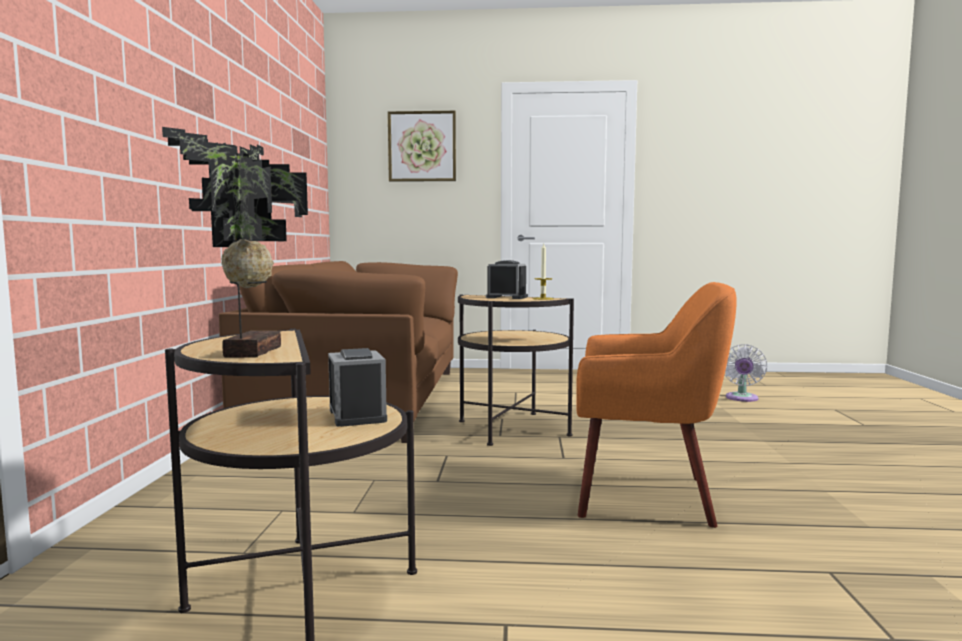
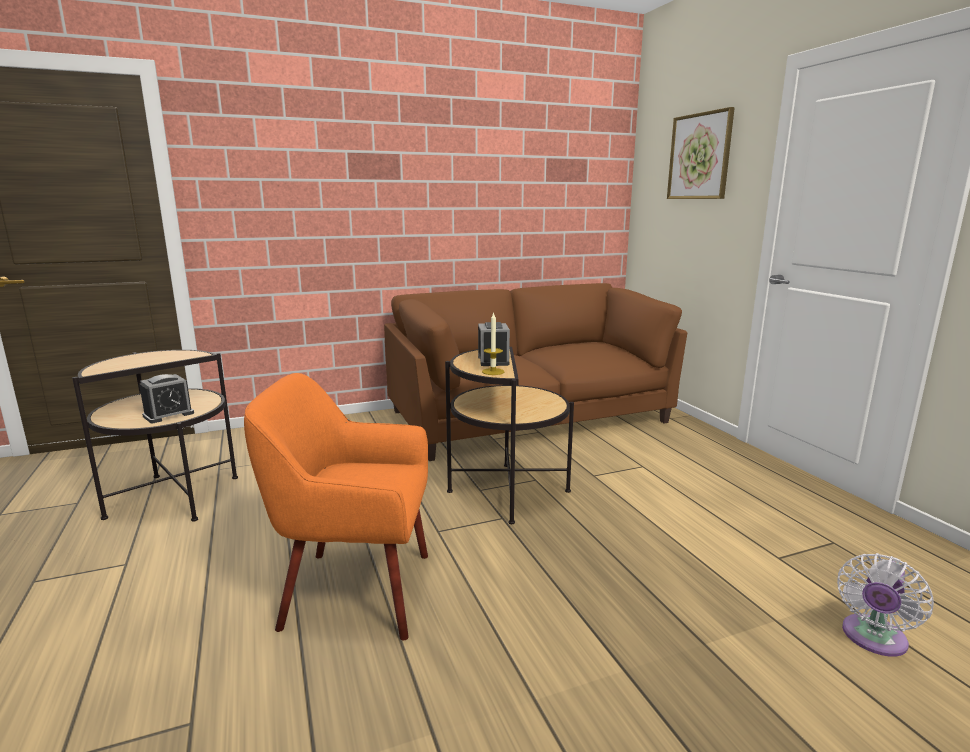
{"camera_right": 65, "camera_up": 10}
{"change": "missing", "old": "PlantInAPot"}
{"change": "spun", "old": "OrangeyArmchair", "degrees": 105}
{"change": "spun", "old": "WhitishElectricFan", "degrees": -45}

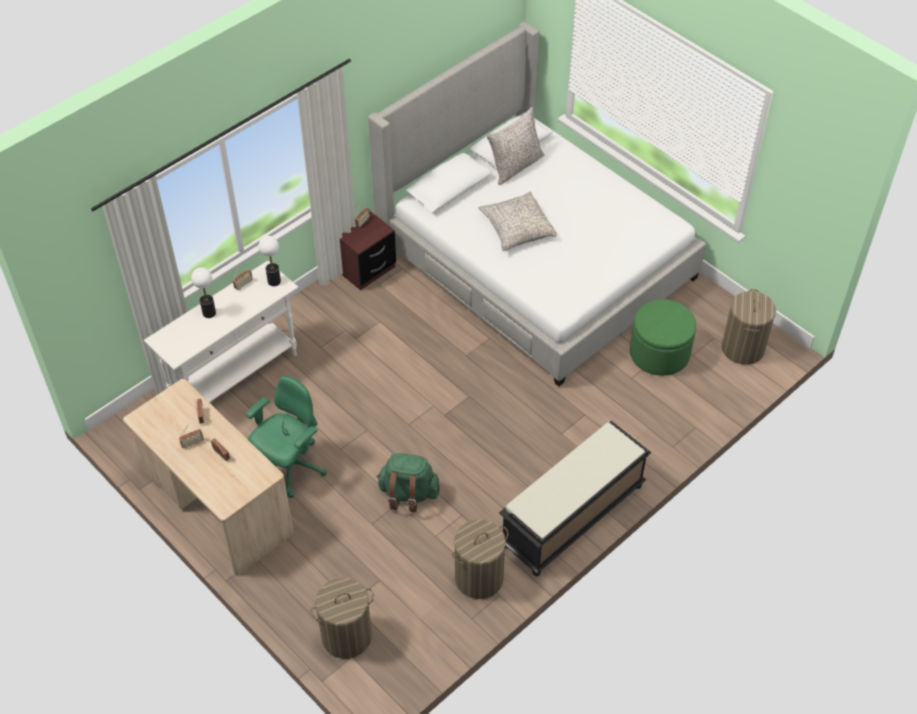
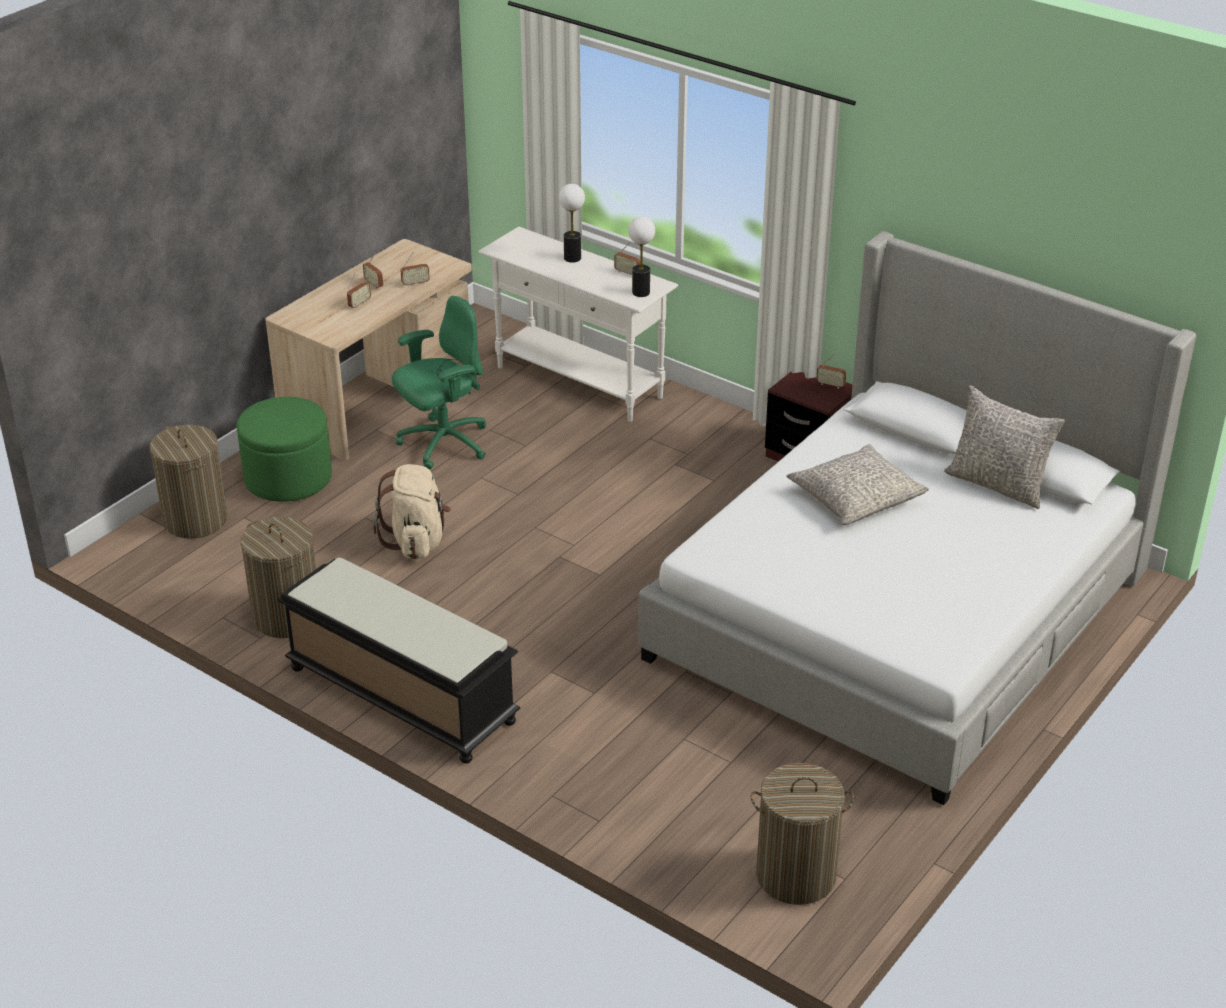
{"camera_right": 80, "camera_up": -15}
{"change": "spun", "old": "GreenDeskChair", "degrees": -60}
{"change": "colour", "old": "GreenKnapsack", "new": "BeigeKnapsack"}
{"change": "relocated", "old": "GreenPouffe"}

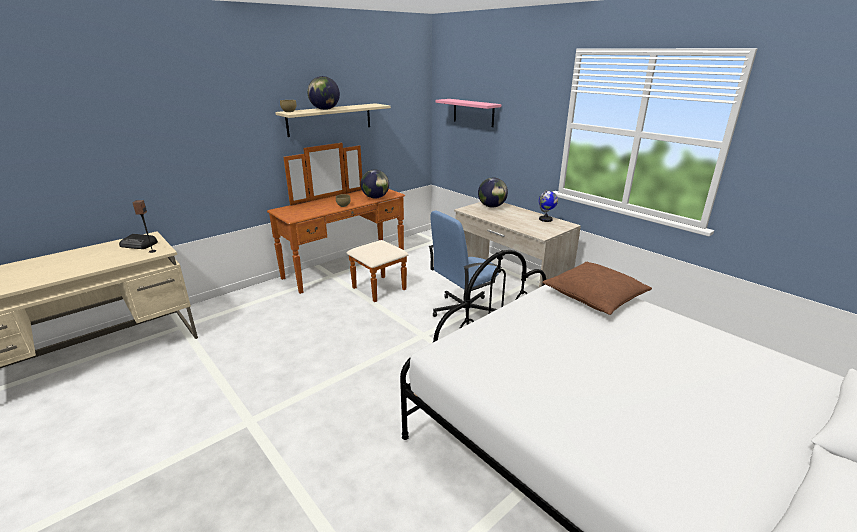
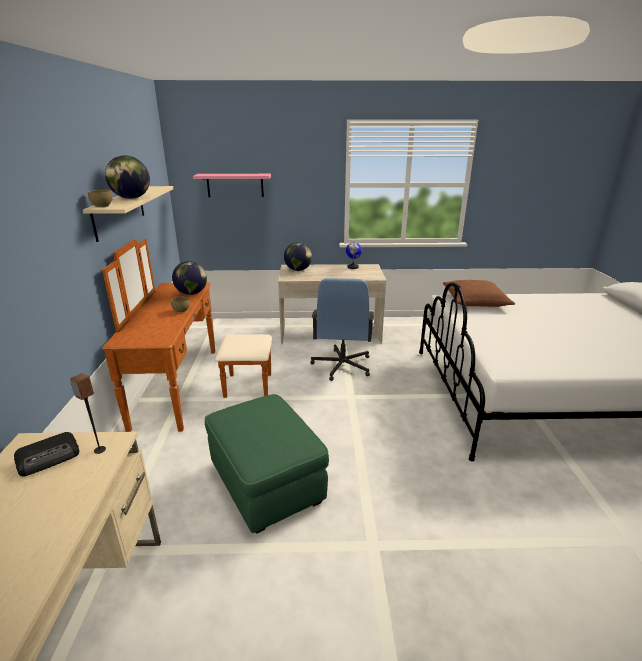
{"camera_right": -50, "camera_up": 0}
{"change": "appeared", "new": "GreenPouffe"}

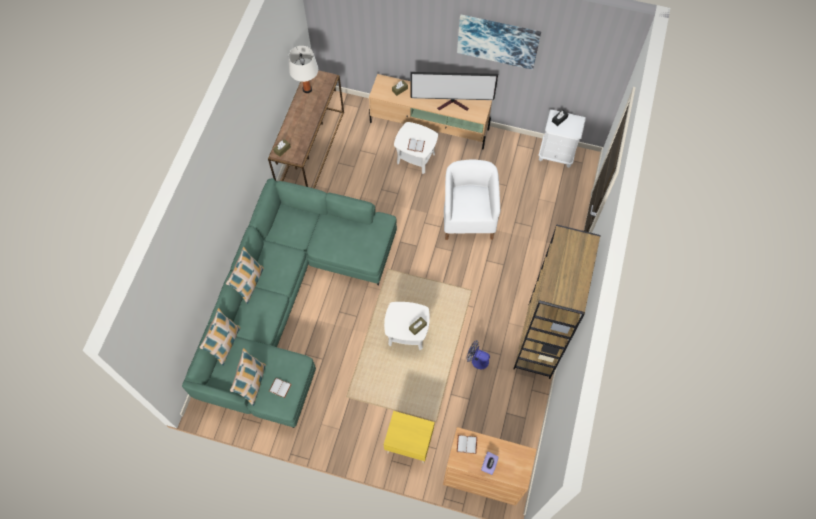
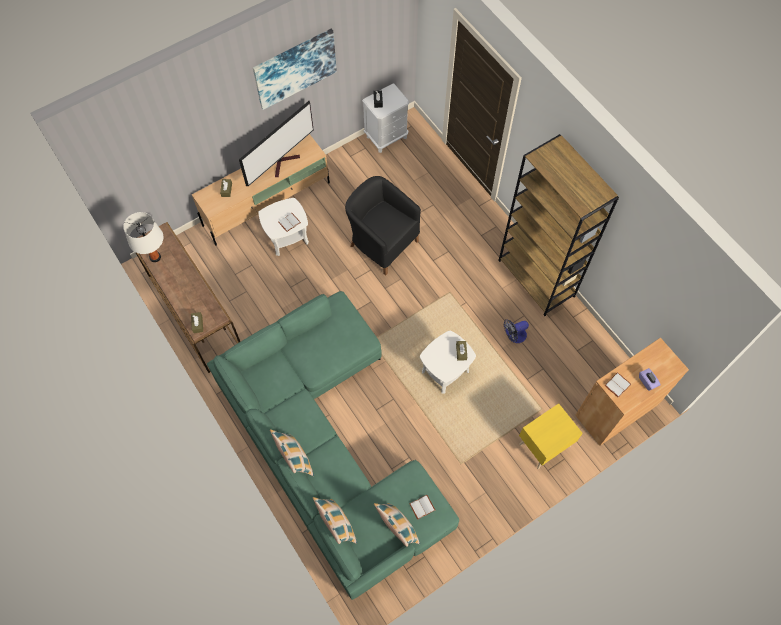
{"camera_right": -50, "camera_up": 0}
{"change": "colour", "old": "WhitishArmchair", "new": "BlackArmchair"}

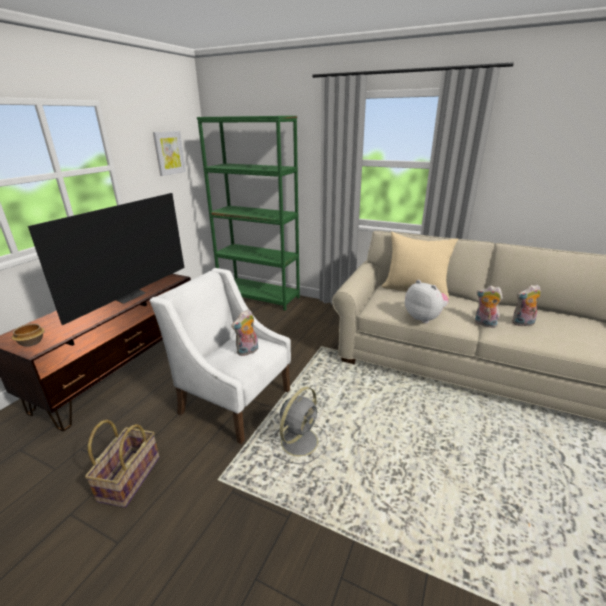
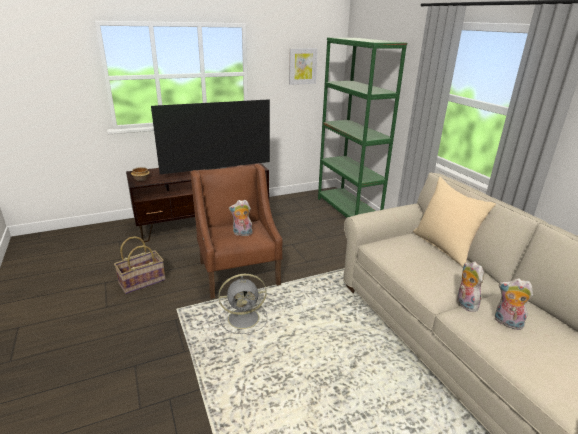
{"camera_right": 40, "camera_up": 0}
{"change": "colour", "old": "WhitishArmchair", "new": "BrownArmchair"}
{"change": "missing", "old": "SoftToy (no. 2 from left)"}

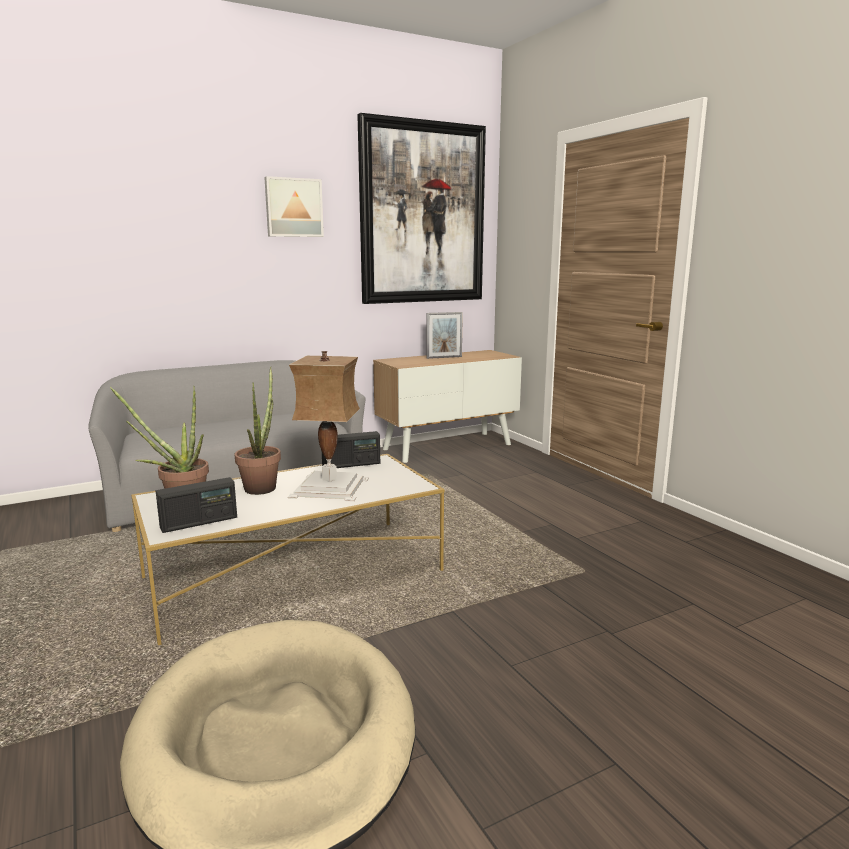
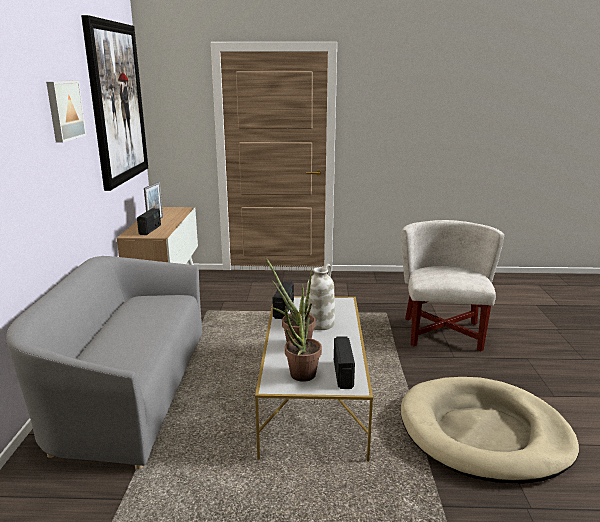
{"camera_right": -60, "camera_up": 5}
{"change": "exchanged", "old": "TabletopLamp", "new": "WhitishFlowerVase"}
{"change": "appeared", "new": "RadioReceiver (no. 1 from left)"}
{"change": "appeared", "new": "WhitishArmchair"}

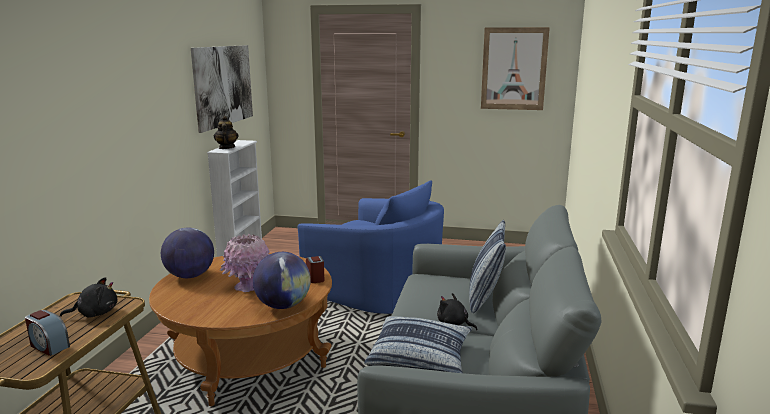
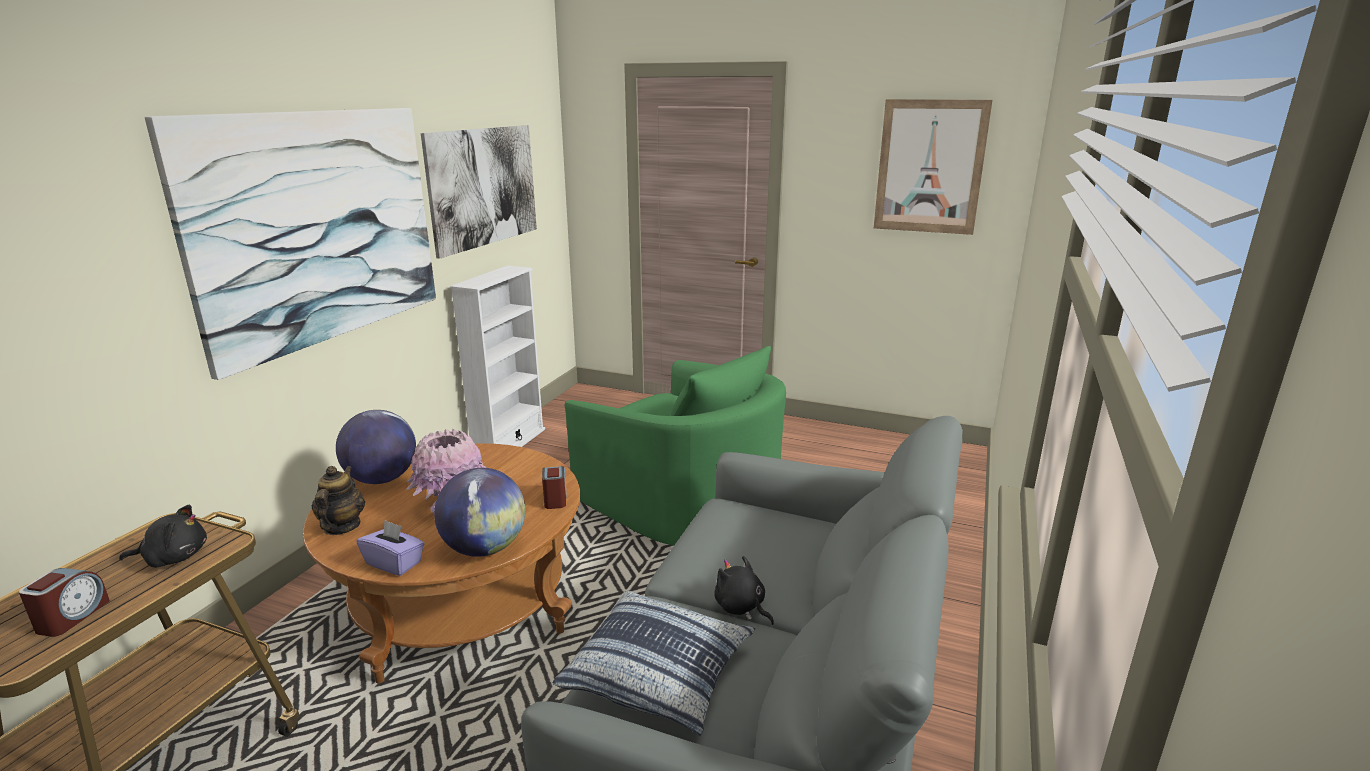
{"camera_right": 10, "camera_up": 5}
{"change": "spun", "old": "BedsideClock (no. 1 from left)", "degrees": -120}
{"change": "relocated", "old": "TeaPot"}
{"change": "colour", "old": "BlueArmchair", "new": "GreenArmchair"}
{"change": "missing", "old": "ThrowPillow (no. 2 from left)"}
{"change": "appeared", "new": "Picture (no. 1 from left)"}
{"change": "appeared", "new": "PurpleColouredTissueBox"}

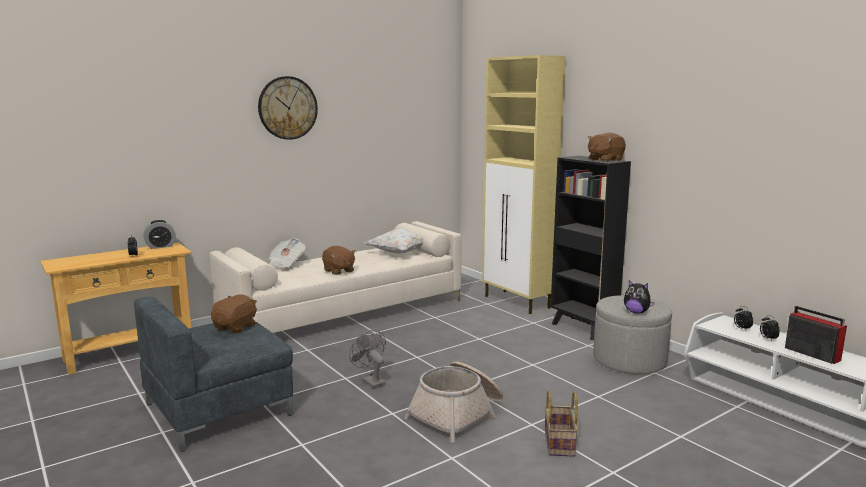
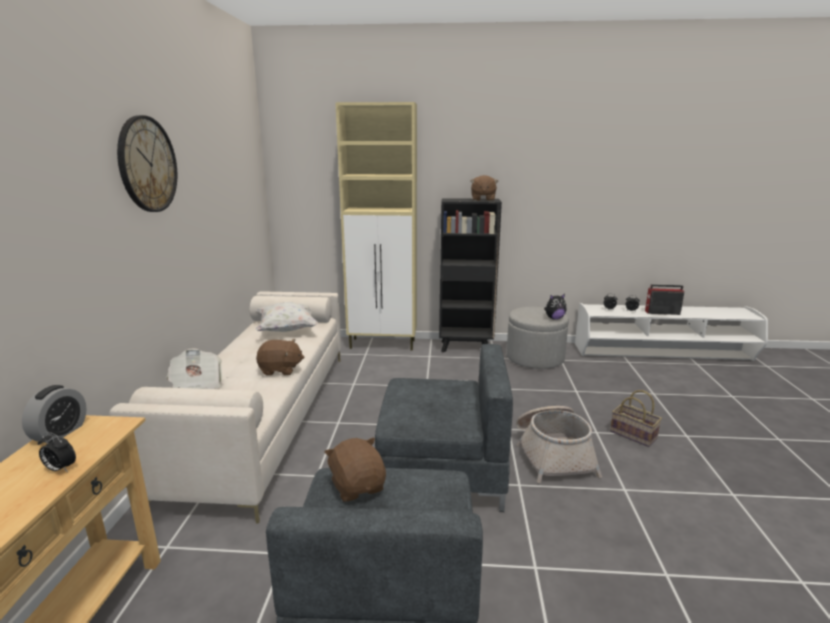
{"camera_right": -50, "camera_up": 5}
{"change": "exchanged", "old": "GrayElectricFan", "new": "GrayArmchair (no. 2 from left)"}

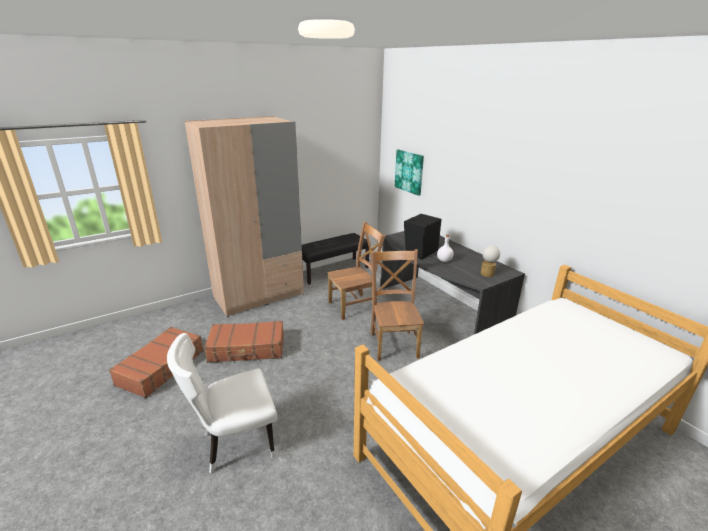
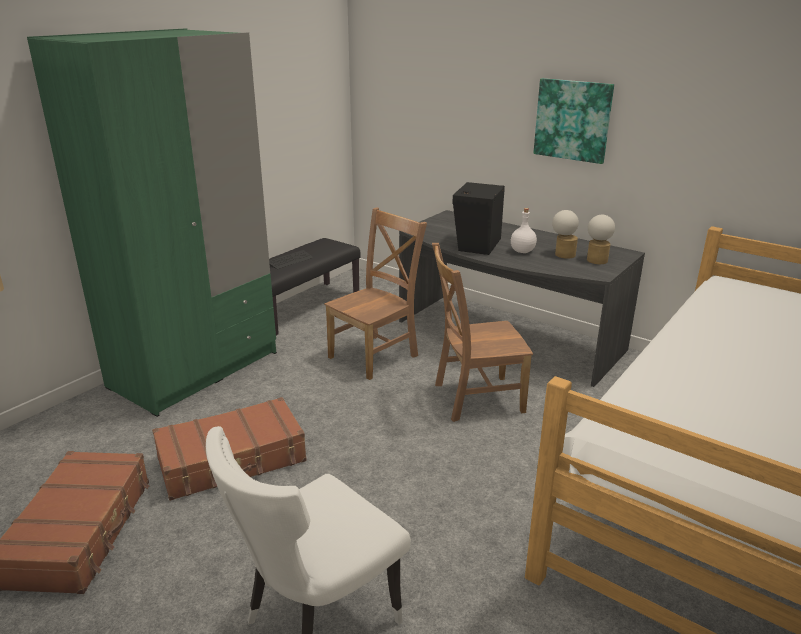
{"camera_right": -20, "camera_up": 0}
{"change": "colour", "old": "BeigeClothesCupboard", "new": "GreenClothesCupboard"}
{"change": "spun", "old": "BrownUprightChair (no. 2 from left)", "degrees": -75}
{"change": "relocated", "old": "Picture"}
{"change": "appeared", "new": "TabletopLamp (no. 1 from left)"}

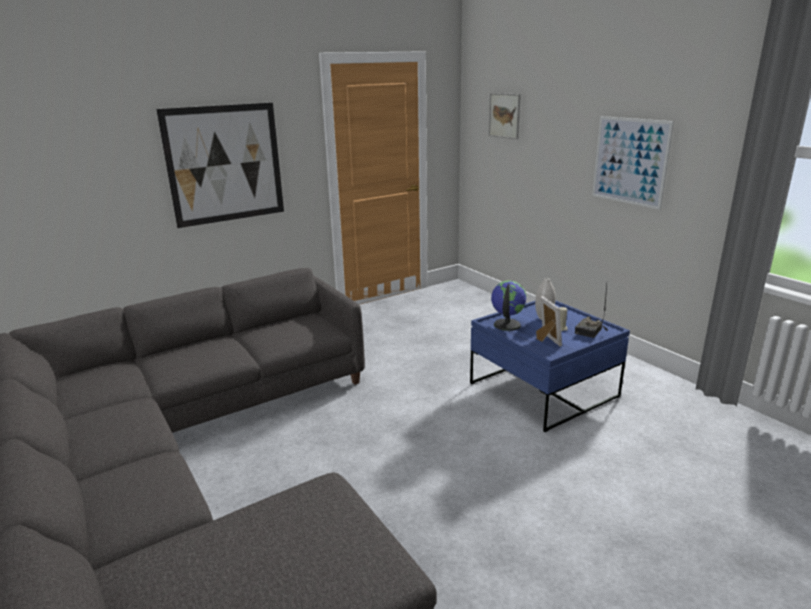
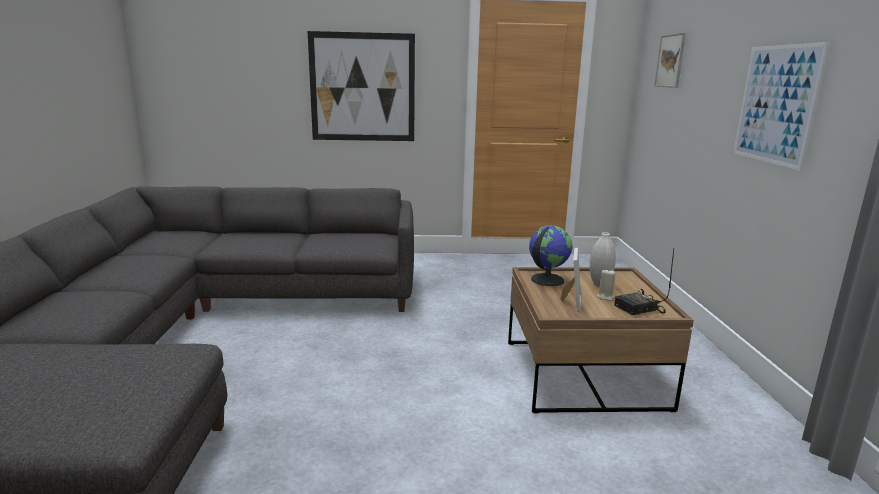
{"camera_right": 30, "camera_up": -5}
{"change": "colour", "old": "BlueLowTable", "new": "BrownLowTable"}

